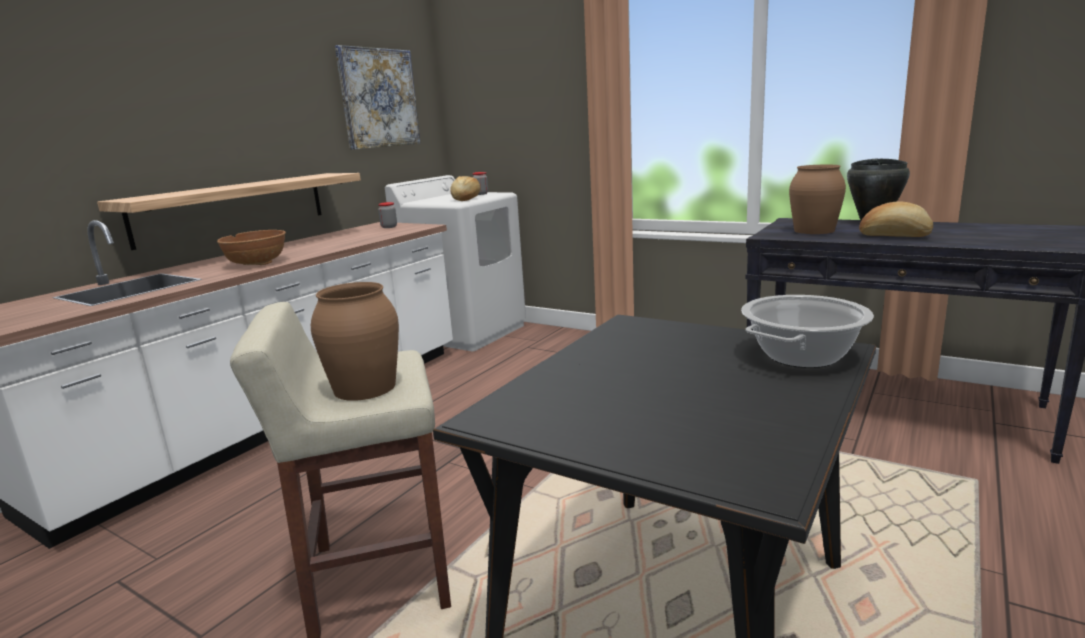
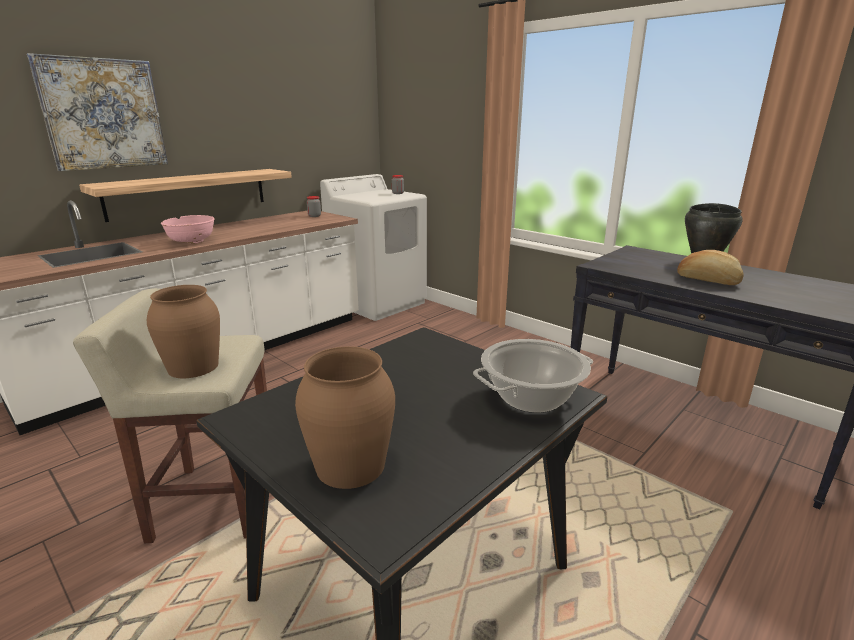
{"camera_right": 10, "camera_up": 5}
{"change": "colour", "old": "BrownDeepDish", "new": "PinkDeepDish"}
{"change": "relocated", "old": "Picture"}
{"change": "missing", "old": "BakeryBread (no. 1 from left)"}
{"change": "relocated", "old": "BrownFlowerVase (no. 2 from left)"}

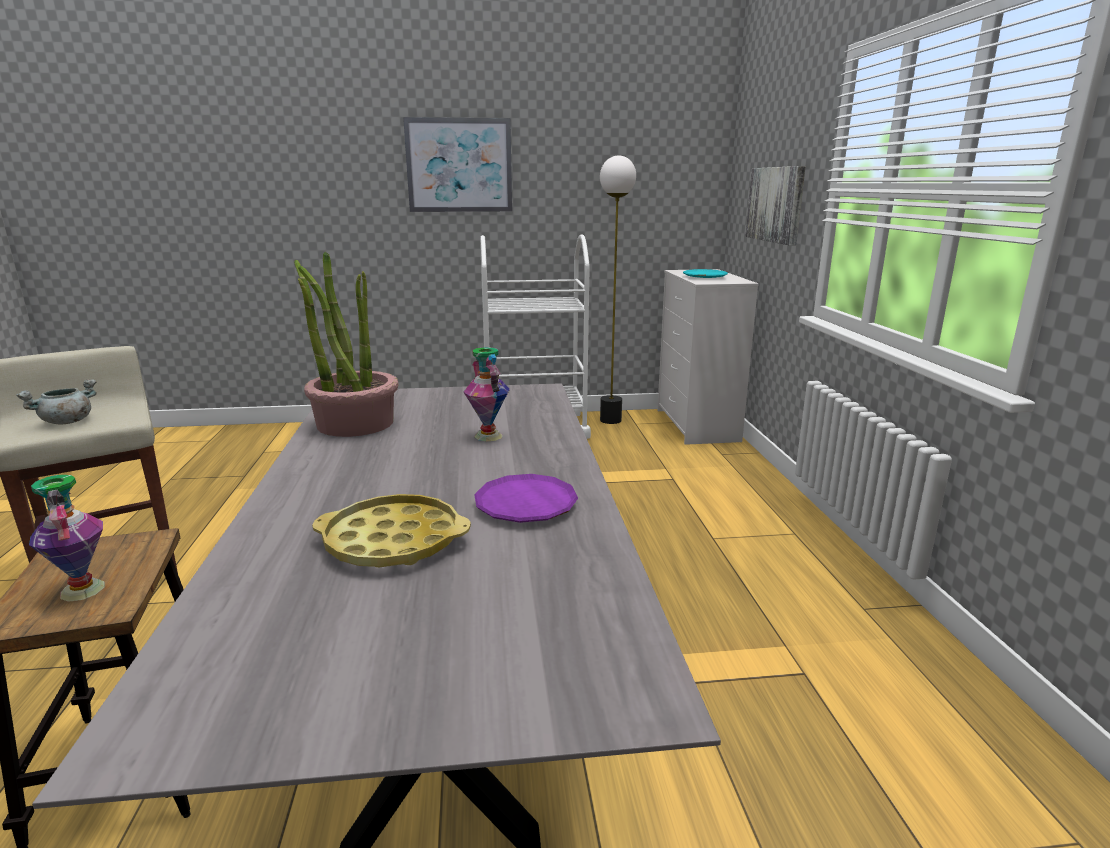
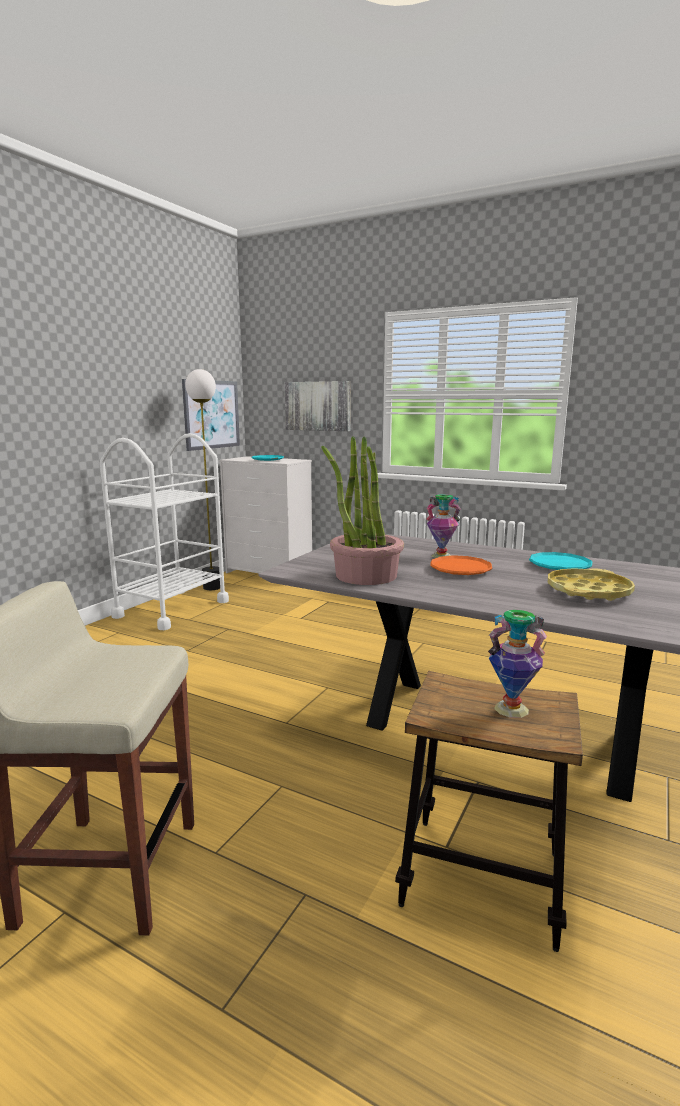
{"camera_right": -55, "camera_up": -5}
{"change": "missing", "old": "GrayStockpot"}
{"change": "relocated", "old": "Picture (no. 1 from left)"}
{"change": "colour", "old": "PurpleColouredFlatDish", "new": "TurquoiseColouredFlatDish (no. 2 from left)"}
{"change": "appeared", "new": "OrangeyFlatDish"}

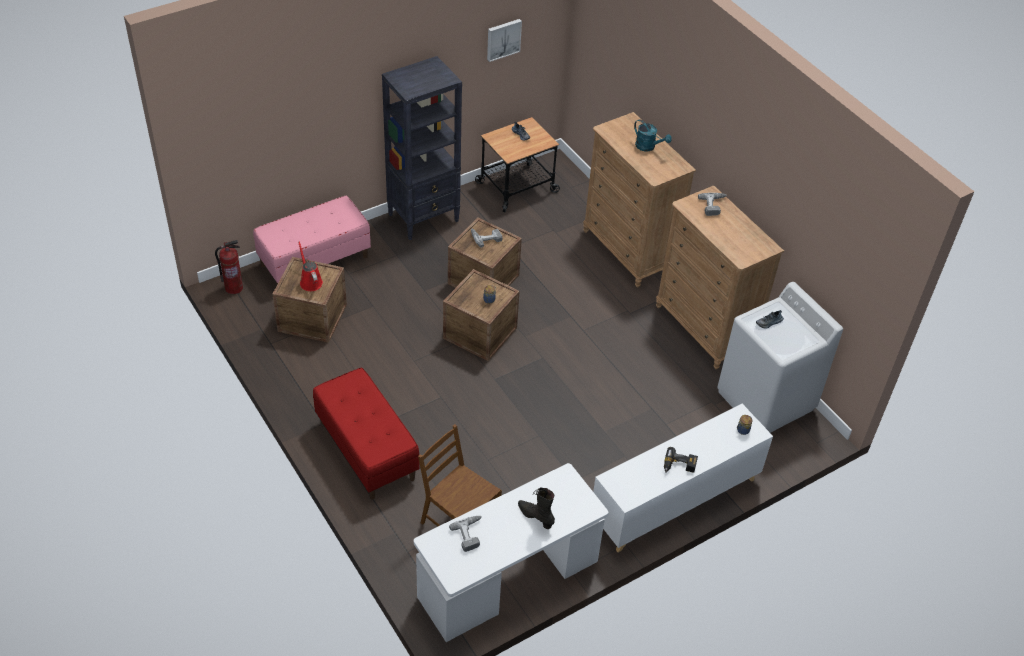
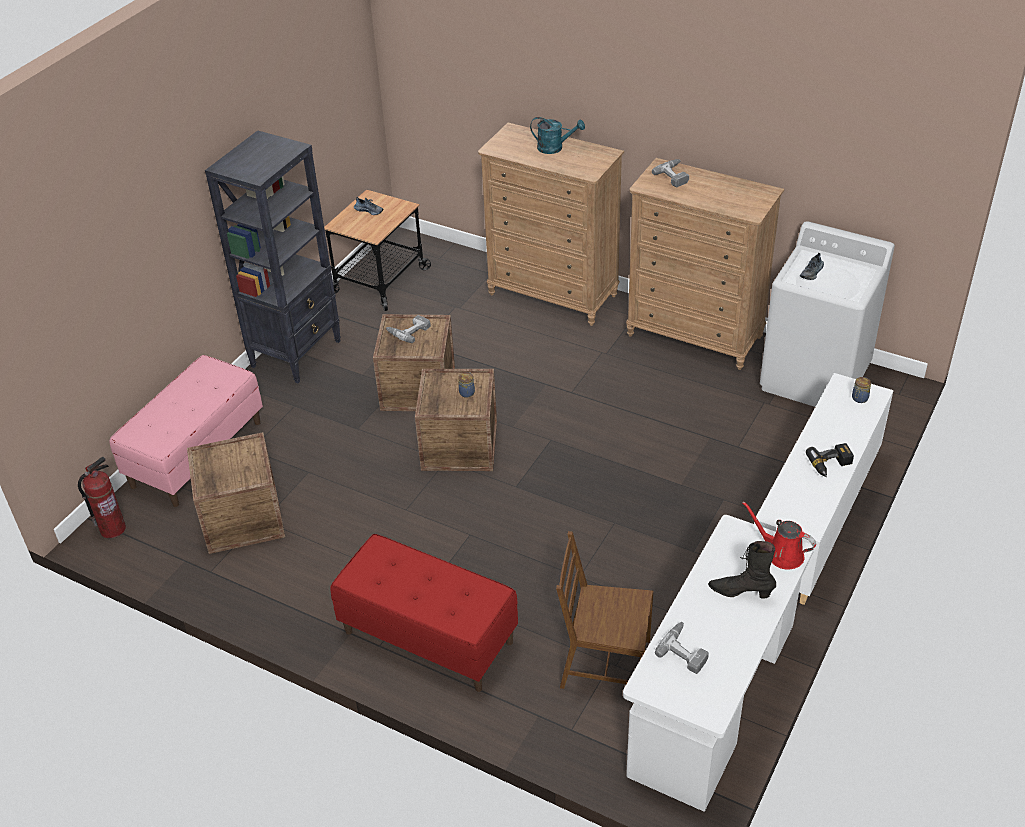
{"camera_right": -25, "camera_up": -5}
{"change": "relocated", "old": "RedWateringCan"}
{"change": "missing", "old": "Picture"}

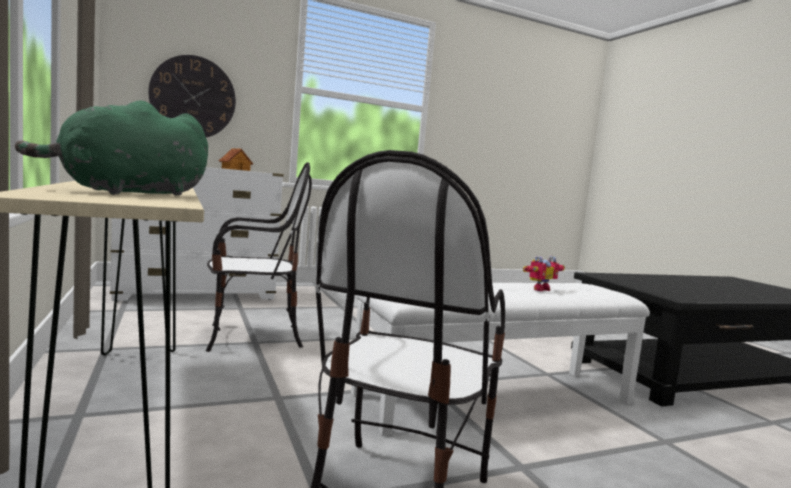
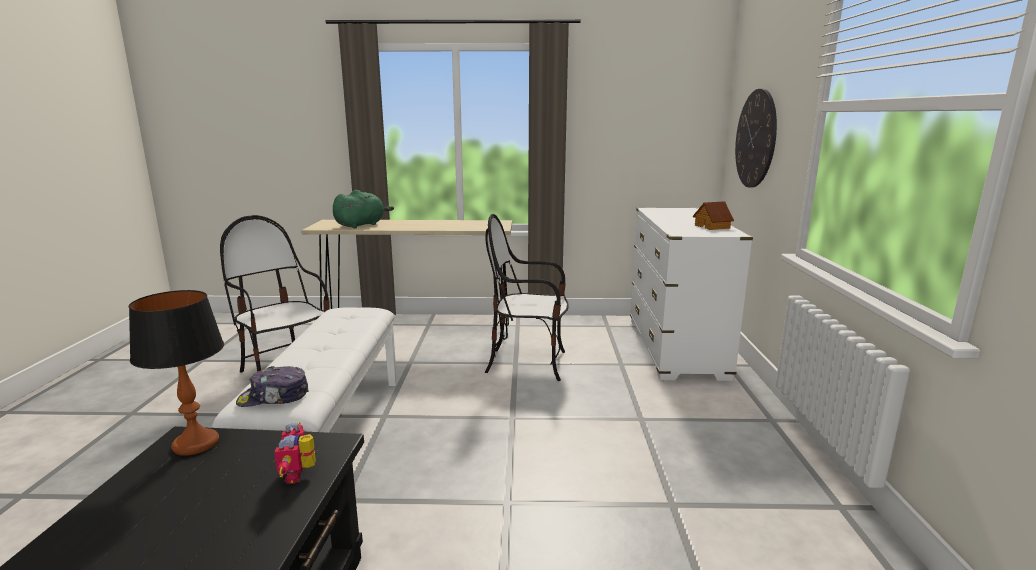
{"camera_right": 115, "camera_up": 10}
{"change": "spun", "old": "GreenSoftToy", "degrees": 60}
{"change": "spun", "old": "UprightChair (no. 1 from left in the first image)", "degrees": 90}
{"change": "relocated", "old": "ModelRobot"}
{"change": "appeared", "new": "TabletopLamp"}
{"change": "appeared", "new": "PeakedCap"}

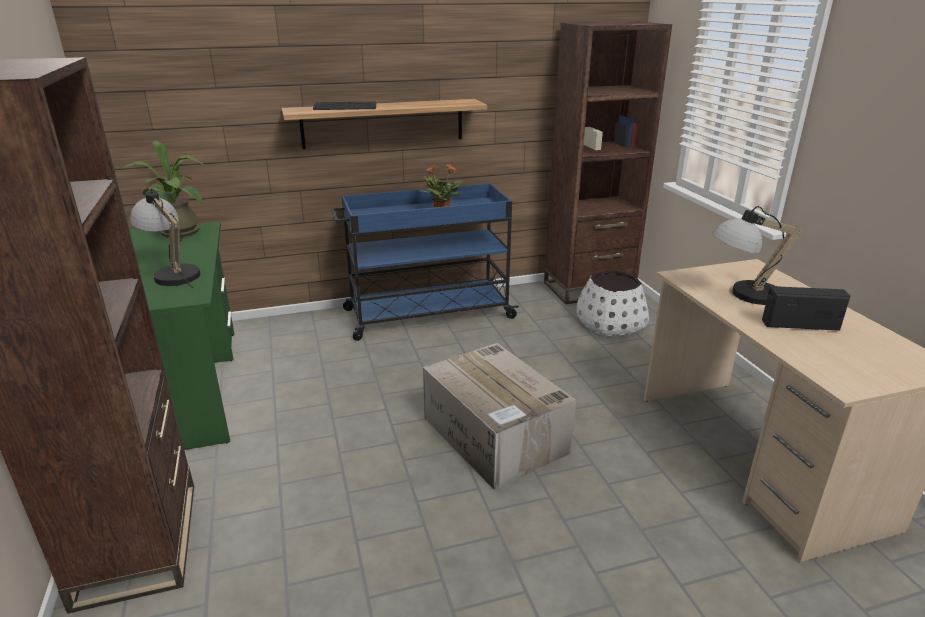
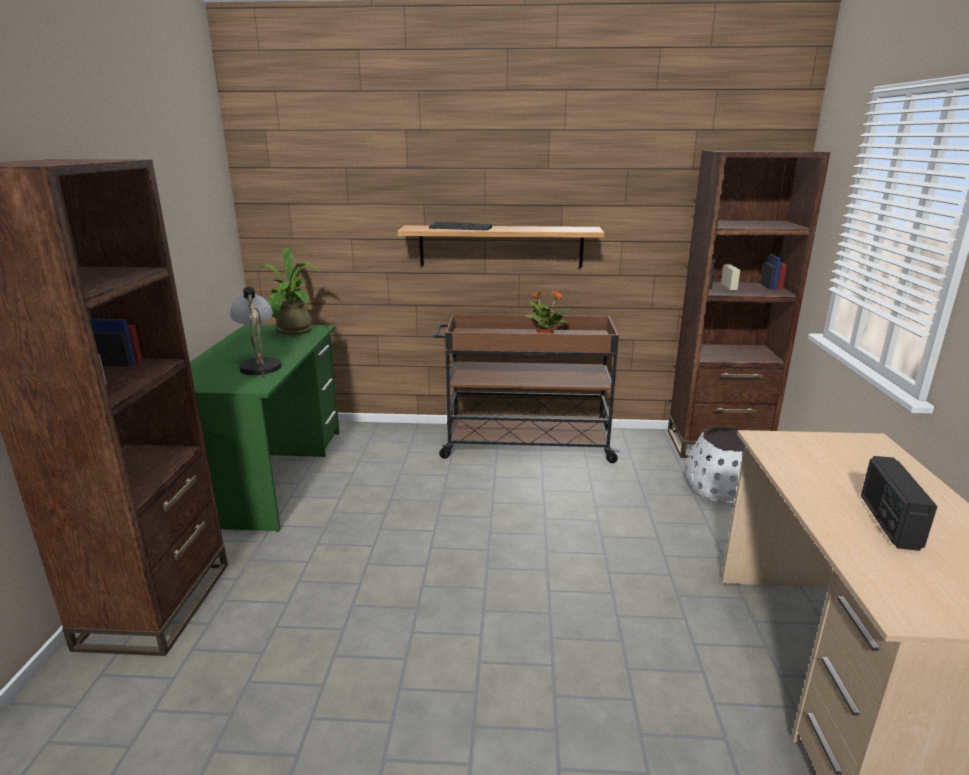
{"camera_right": 20, "camera_up": -5}
{"change": "colour", "old": "BlueCart", "new": "BrownCart"}
{"change": "missing", "old": "PackingBox"}
{"change": "missing", "old": "TabletopLamp (no. 2 from left)"}
{"change": "spun", "old": "RadioReceiver", "degrees": -105}

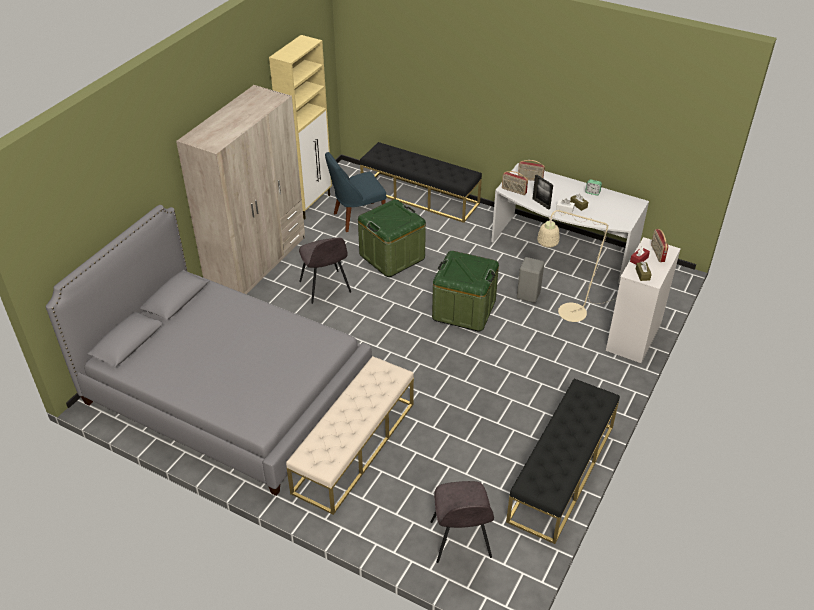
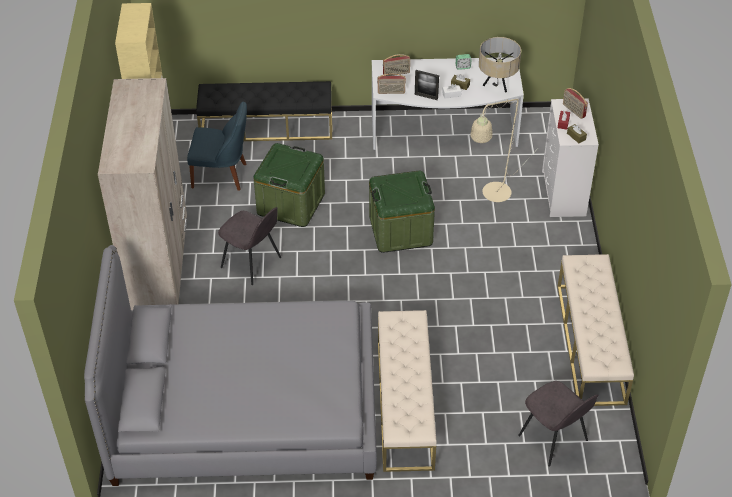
{"camera_right": -30, "camera_up": 5}
{"change": "spun", "old": "BlueUprightChair", "degrees": -120}
{"change": "colour", "old": "BlackIndoorBench (no. 2 from left)", "new": "BeigeIndoorBench (no. 2 from left)"}
{"change": "missing", "old": "GraySittingStool"}
{"change": "appeared", "new": "BeigeTabletopLamp"}

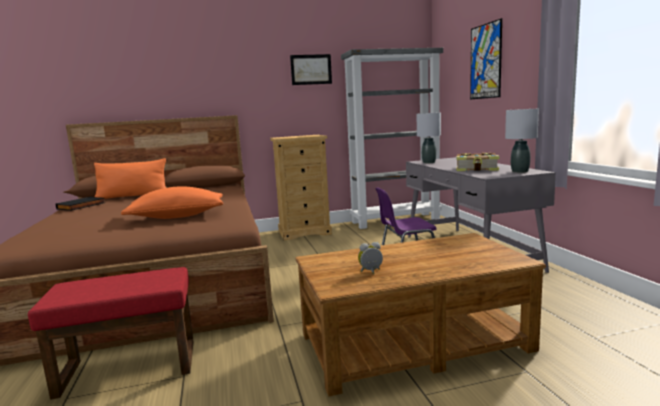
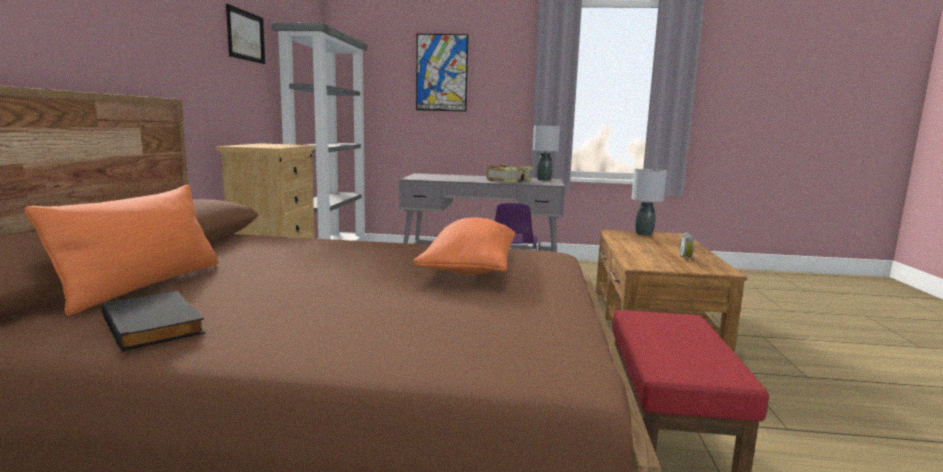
{"camera_right": -70, "camera_up": 0}
{"change": "relocated", "old": "GrayTabletopLamp (no. 1 from left in the first image)", "new": "GrayTabletopLamp (no. 2 from left)"}

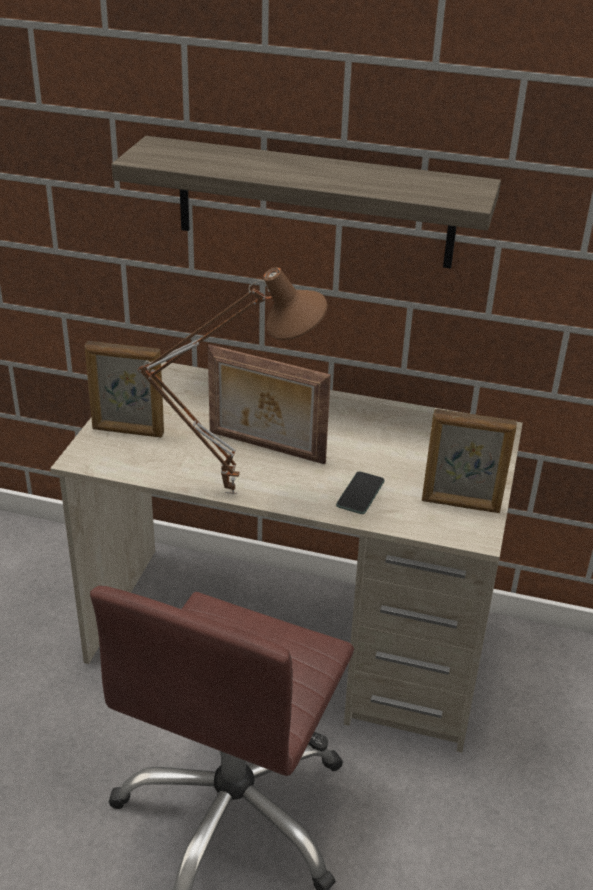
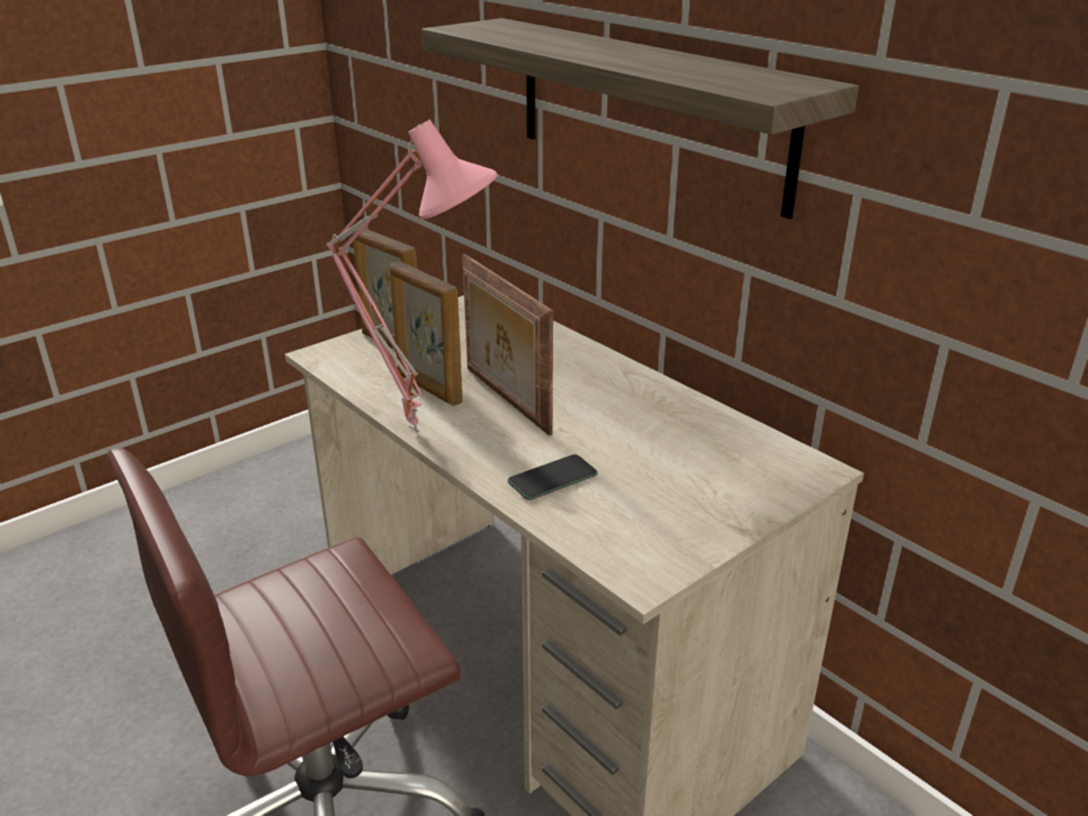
{"camera_right": 35, "camera_up": -5}
{"change": "colour", "old": "BrownTabletopLamp", "new": "PinkTabletopLamp"}
{"change": "relocated", "old": "PhotoFrame (no. 3 from left in the first image)", "new": "PhotoFrame (no. 2 from left)"}

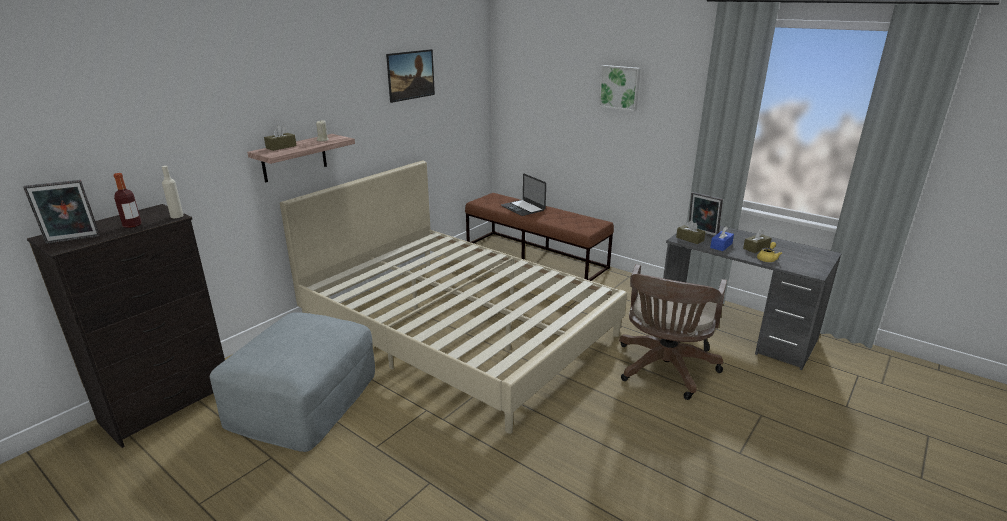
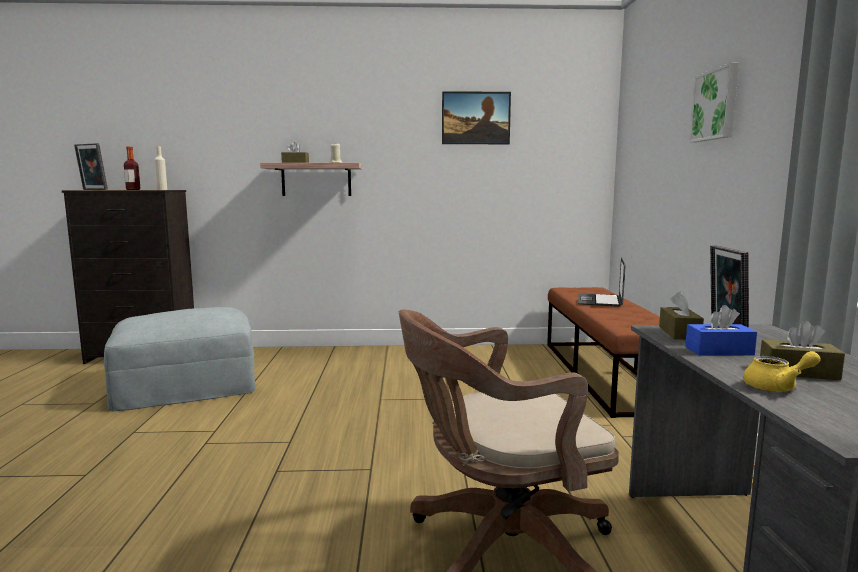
{"camera_right": 50, "camera_up": -15}
{"change": "missing", "old": "BeigeSleepingBed"}

